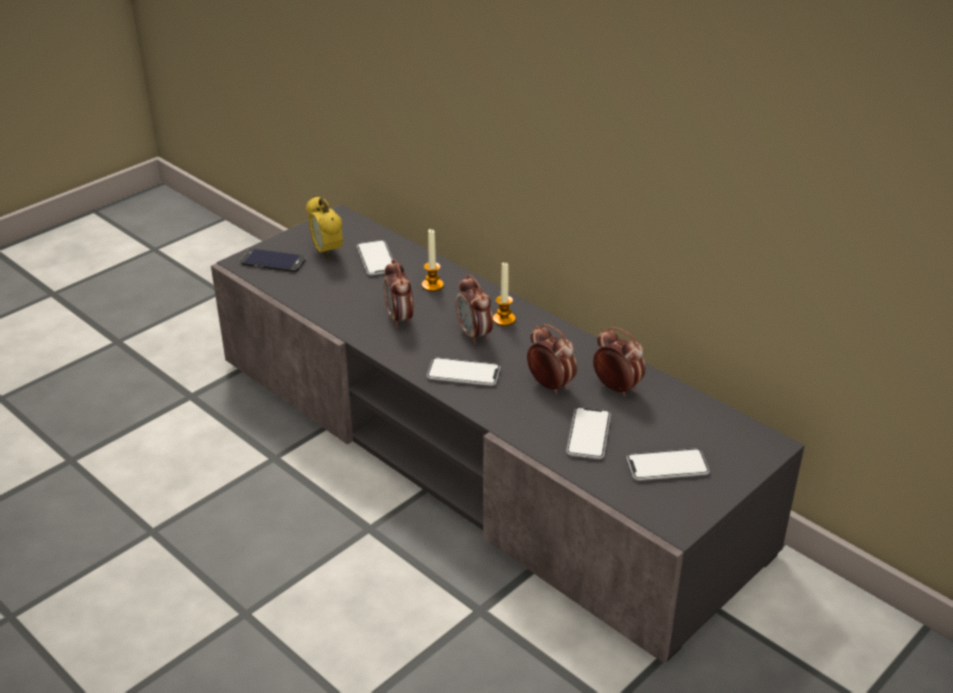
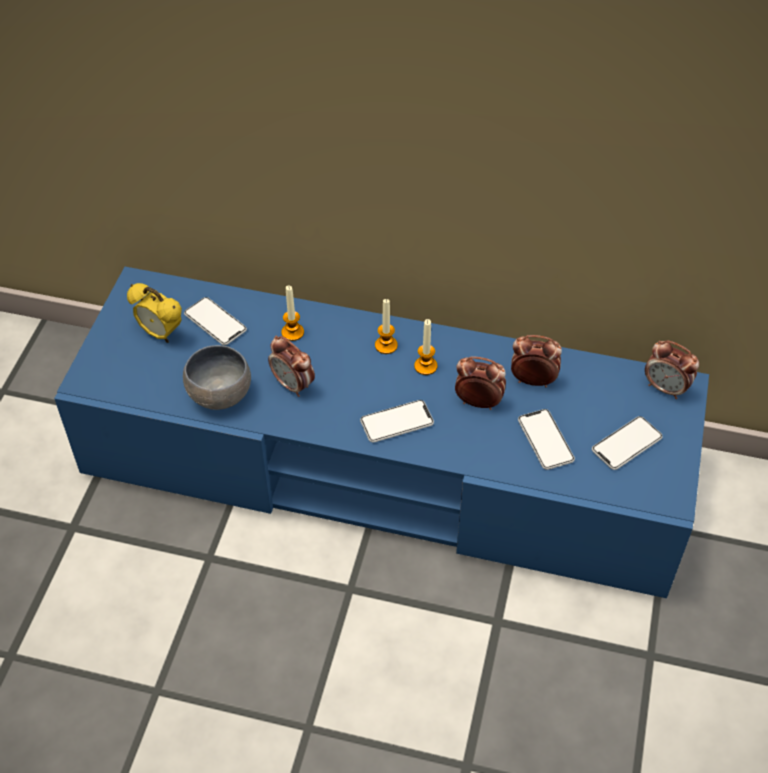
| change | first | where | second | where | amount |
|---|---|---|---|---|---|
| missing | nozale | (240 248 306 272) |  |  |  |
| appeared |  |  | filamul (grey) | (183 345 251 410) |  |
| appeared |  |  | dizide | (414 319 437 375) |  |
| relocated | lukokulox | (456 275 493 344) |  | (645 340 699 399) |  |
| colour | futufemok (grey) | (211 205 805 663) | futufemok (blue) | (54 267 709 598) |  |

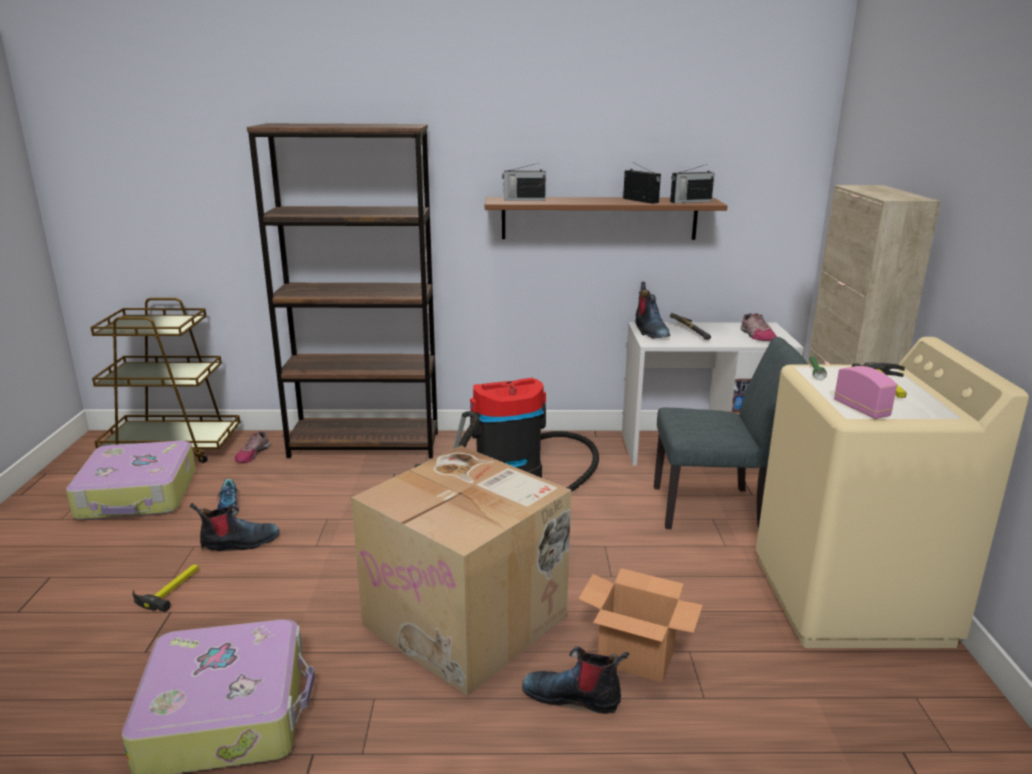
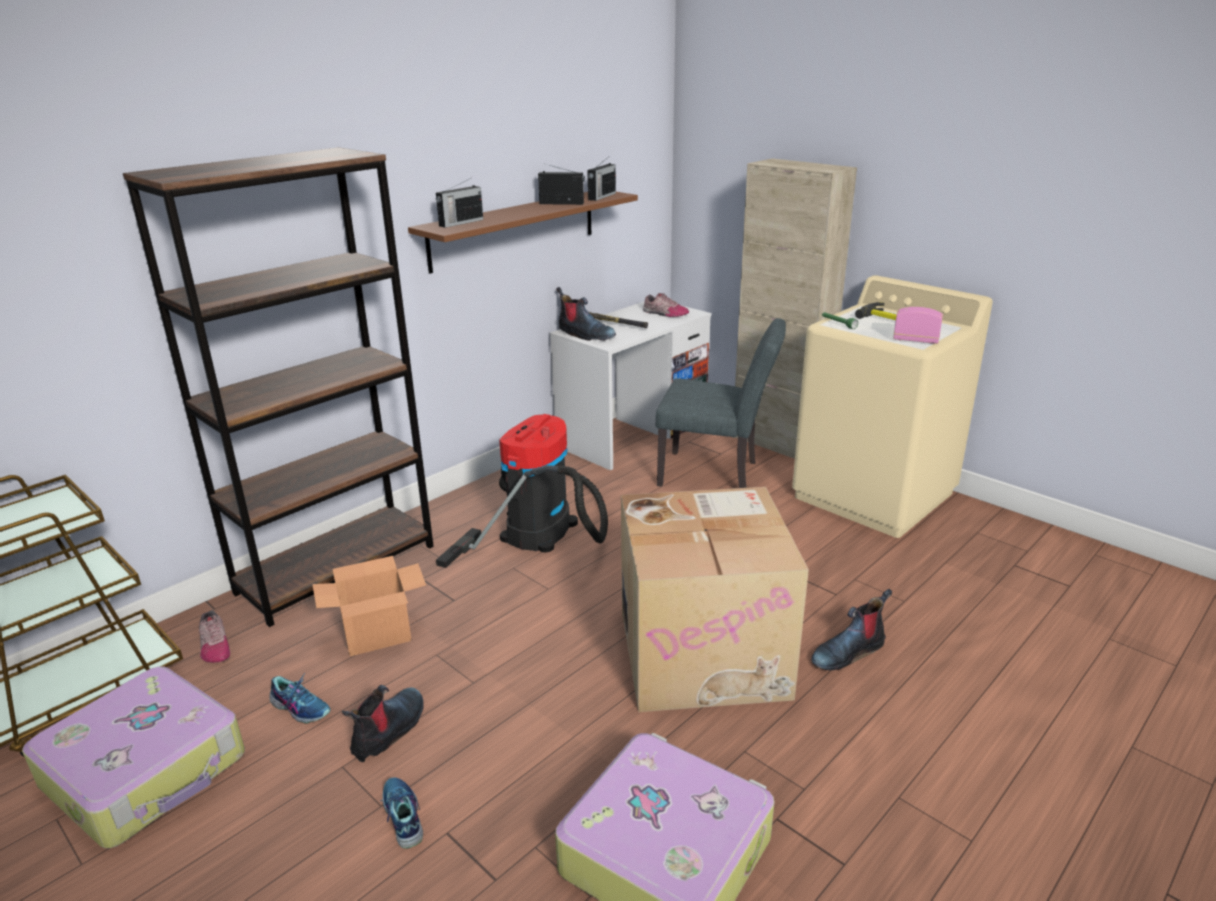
| change | first | where | second | where | amount |
|---|---|---|---|---|---|
| relocated | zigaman | (579 568 703 683) |  | (312 556 426 656) |  |
| exchanged | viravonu | (132 564 199 612) | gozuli | (381 777 423 849) |  |
| spun | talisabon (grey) | (654 337 808 530) |  | (656 318 786 488) | 60 degrees clockwise |

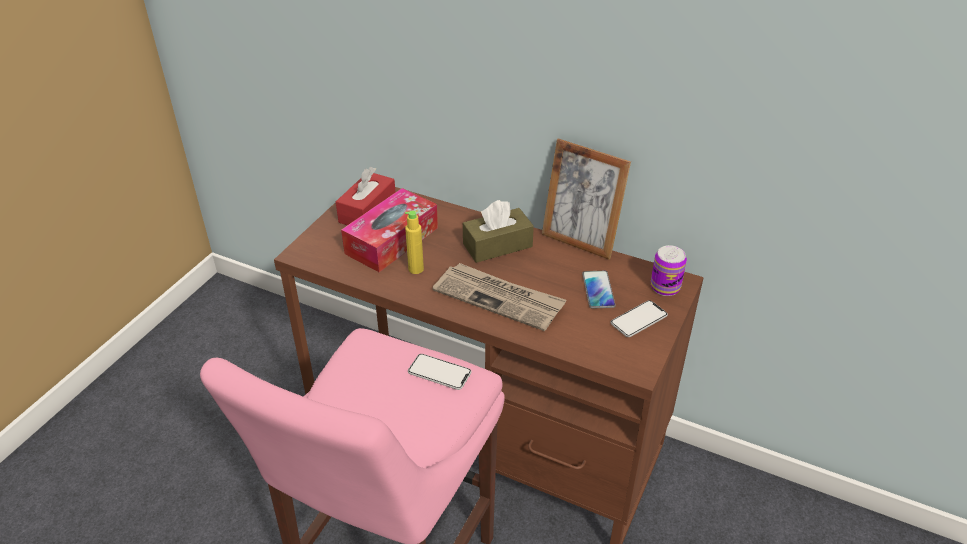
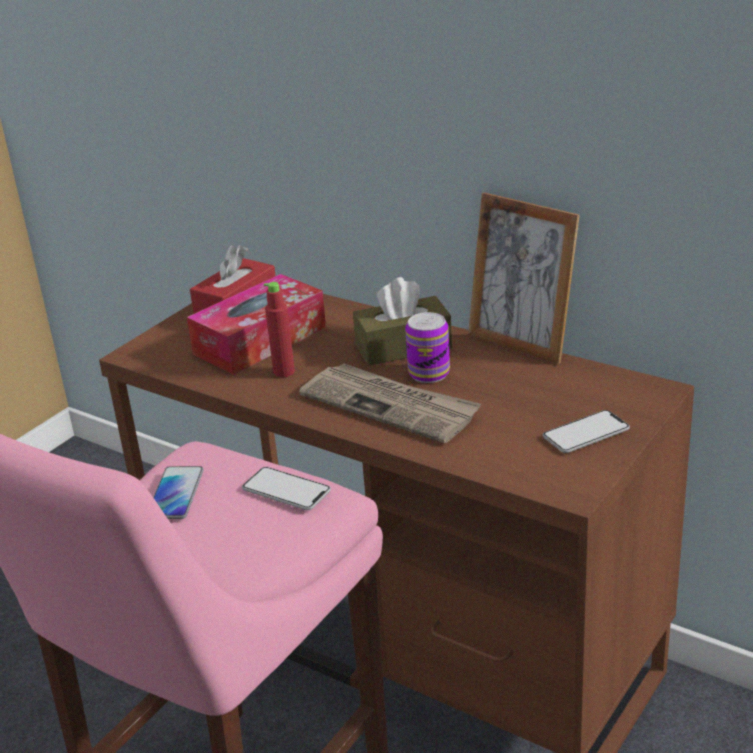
| change | first | where | second | where | amount |
|---|---|---|---|---|---|
| relocated | nozale | (582 271 616 309) |  | (153 466 204 519) |  |
| relocated | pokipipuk | (651 245 687 296) |  | (405 312 450 383) |  |
| colour | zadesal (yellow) | (405 210 424 274) | zadesal (red) | (264 282 295 377) |  |

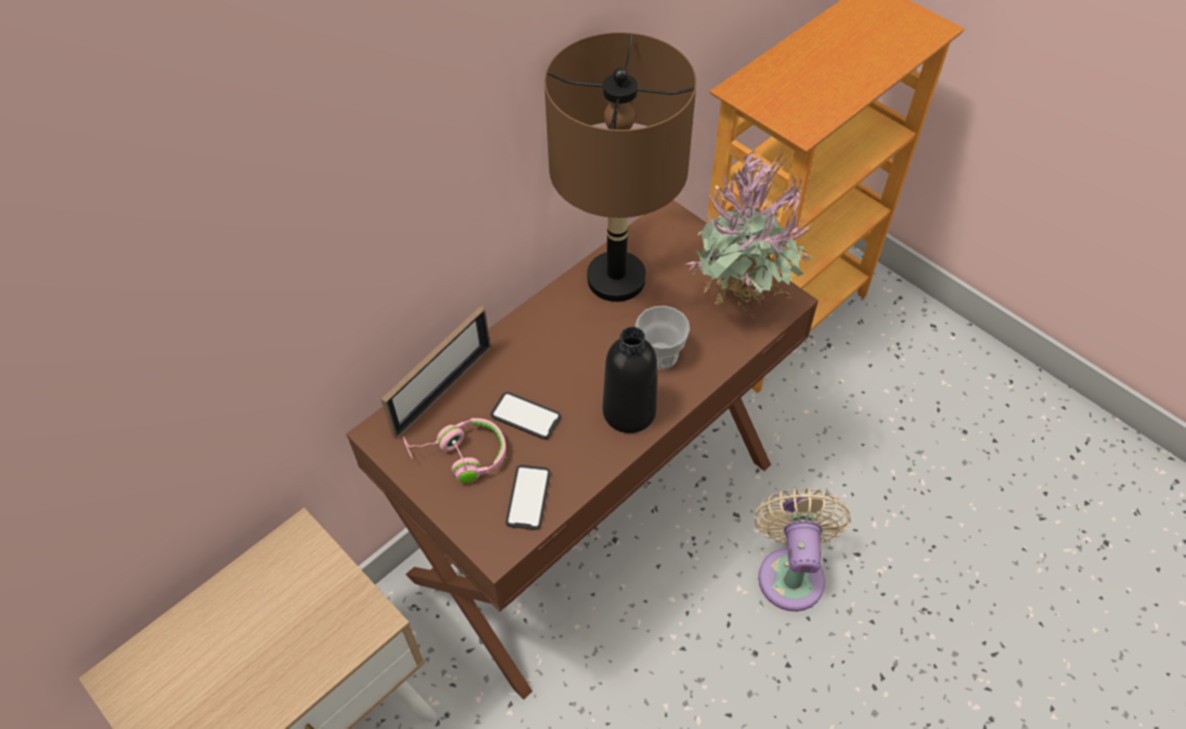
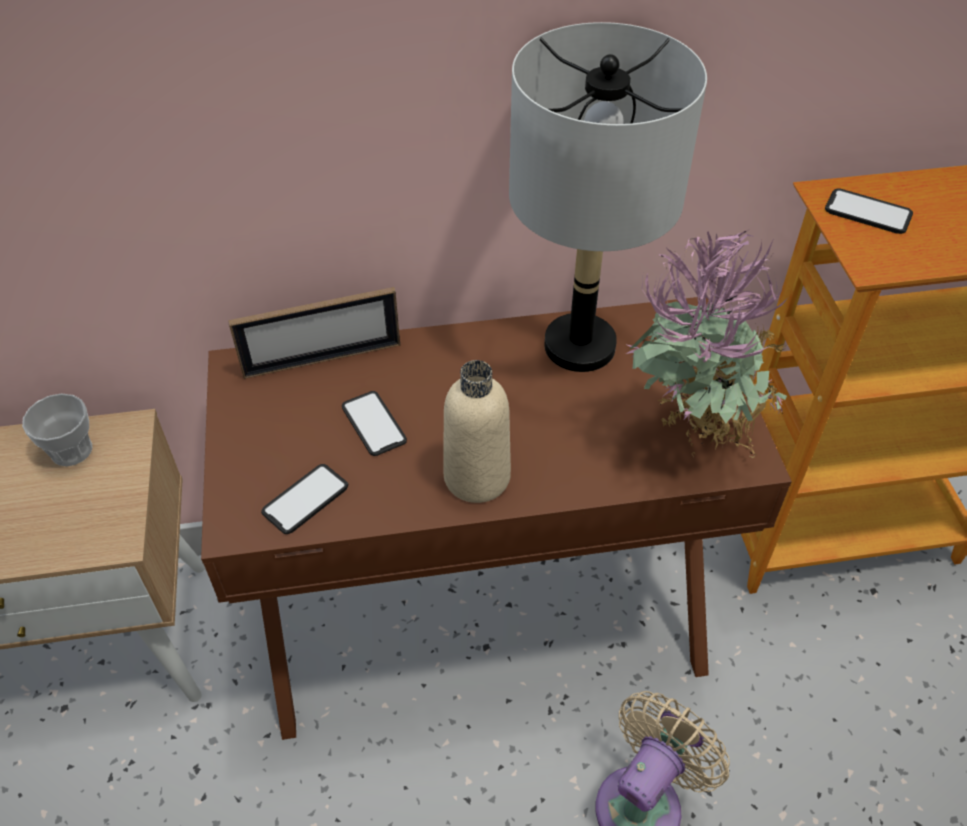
| change | first | where | second | where | amount |
|---|---|---|---|---|---|
| missing | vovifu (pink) | (403 418 506 483) |  |  |  |
| appeared |  |  | nozale | (825 188 913 234) |  |
| relocated | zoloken | (635 306 690 370) |  | (22 393 92 466) |  |
| colour | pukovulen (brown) | (544 32 697 302) | pukovulen (grey) | (509 22 707 372) |  |
| colour | zadesal (black) | (603 327 657 433) | zadesal (beige) | (443 360 511 503) |  |

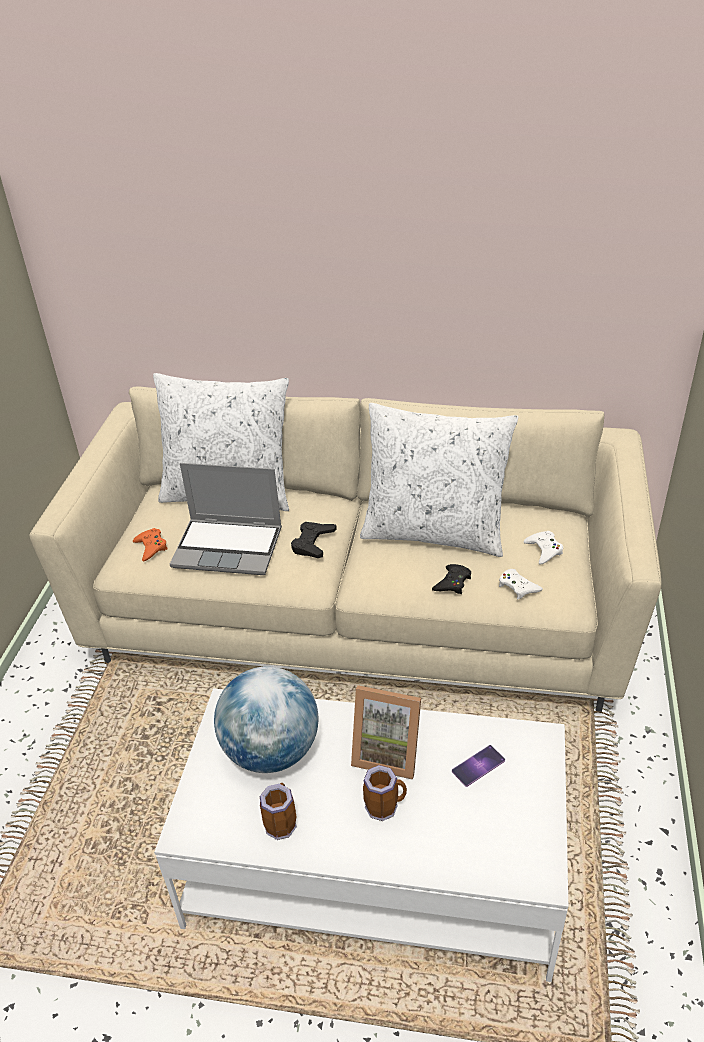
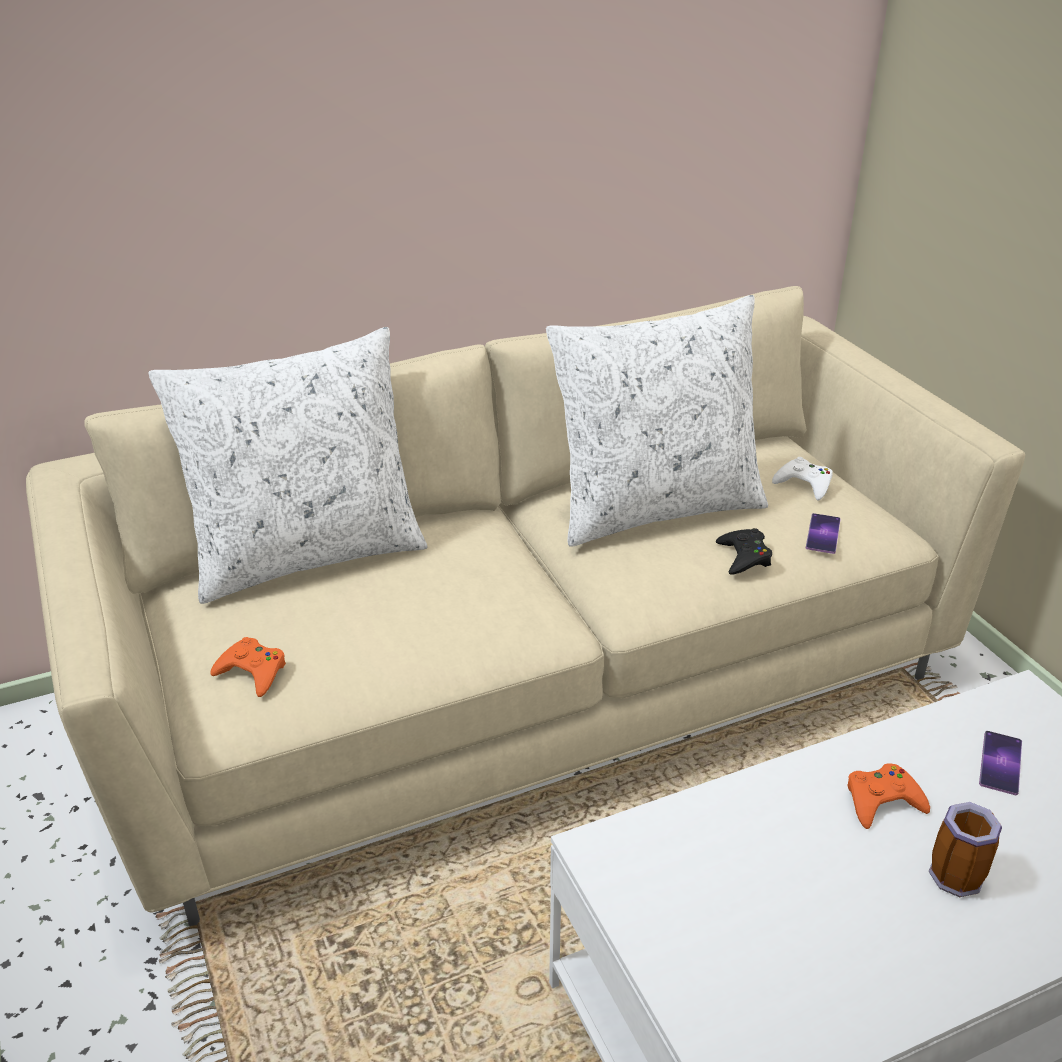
| change | first | where | second | where | amount |
|---|---|---|---|---|---|
| missing | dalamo | (170 463 282 575) |  |  |  |
| missing | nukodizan | (214 666 318 773) |  |  |  |
| missing | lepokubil | (260 783 297 840) |  |  |  |
| missing | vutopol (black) | (291 522 337 558) |  |  |  |
| exchanged | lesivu | (351 685 421 780) | vutopol (orange) | (847 763 930 829) |  |
| exchanged | vutopol (white) | (499 569 543 600) | nozale | (806 513 840 554) |  |

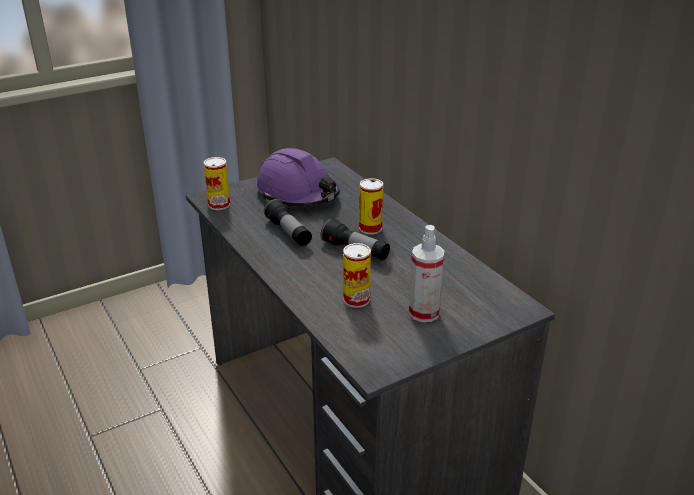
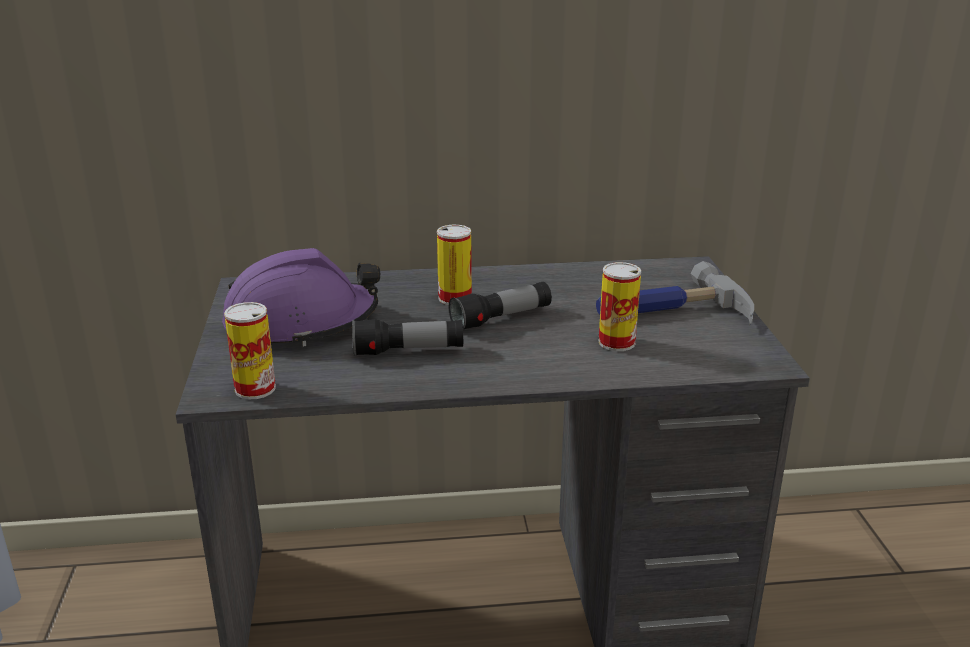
| change | first | where | second | where | amount |
|---|---|---|---|---|---|
| exchanged | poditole | (409 225 445 322) | viravonu | (596 261 754 326) |  |

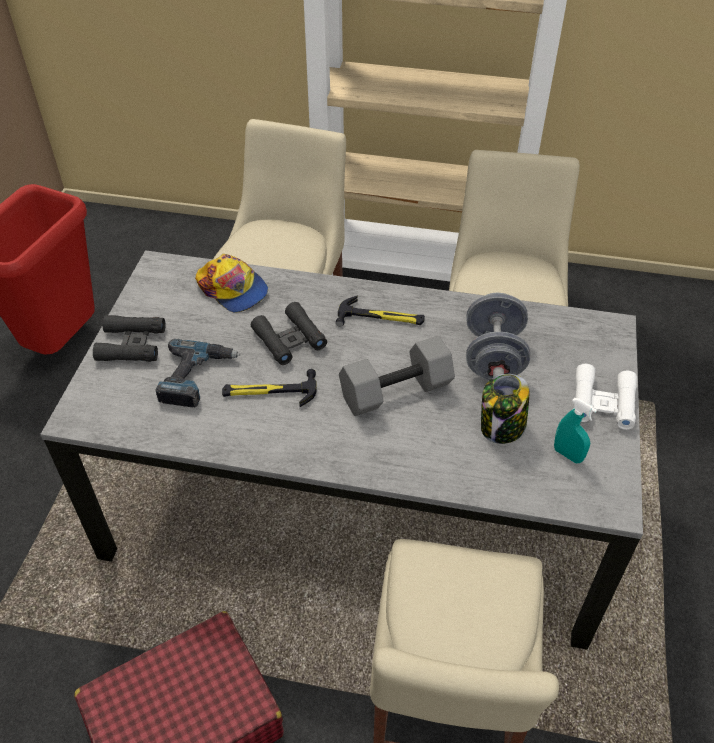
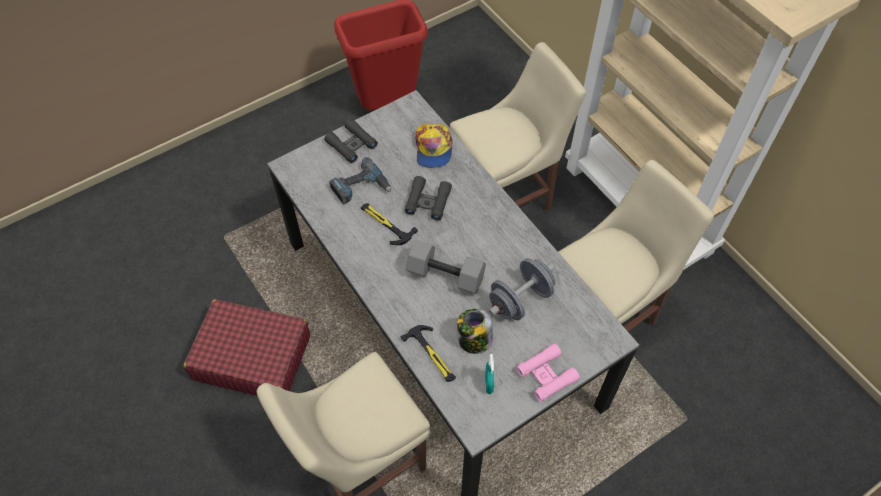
| change | first | where | second | where | amount |
|---|---|---|---|---|---|
| relocated | viravonu | (336 295 425 327) |  | (401 325 456 382) |  |
| colour | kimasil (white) | (574 364 637 430) | kimasil (pink) | (516 343 580 402) |  |

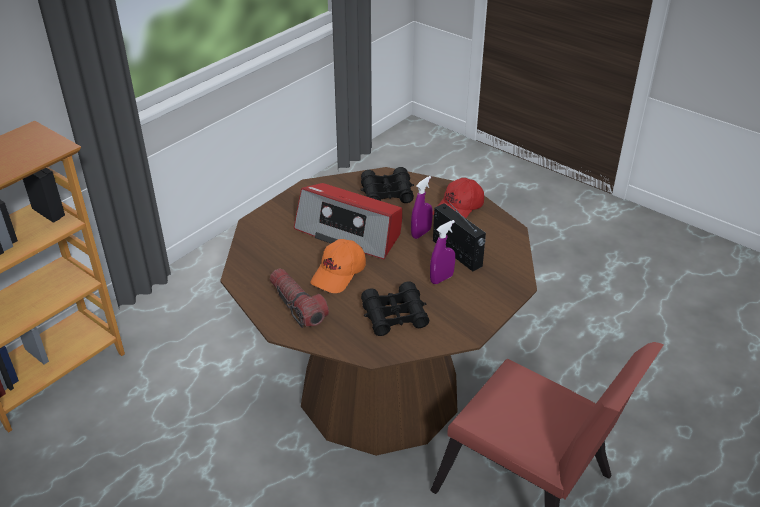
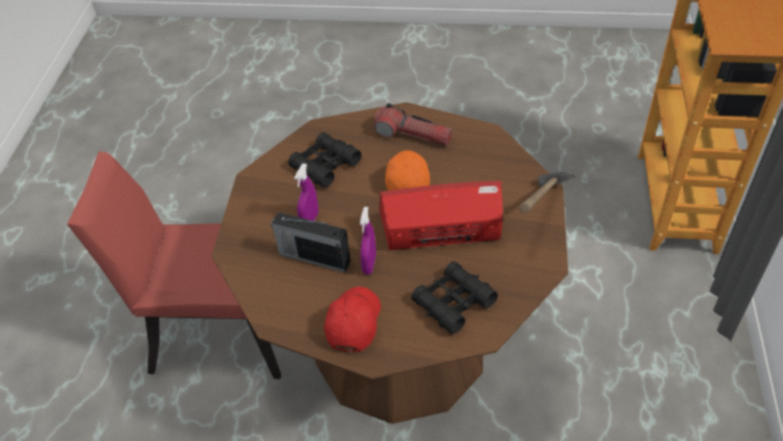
| change | first | where | second | where | amount |
|---|---|---|---|---|---|
| appeared |  |  | viravonu | (519 172 576 213) |  |

